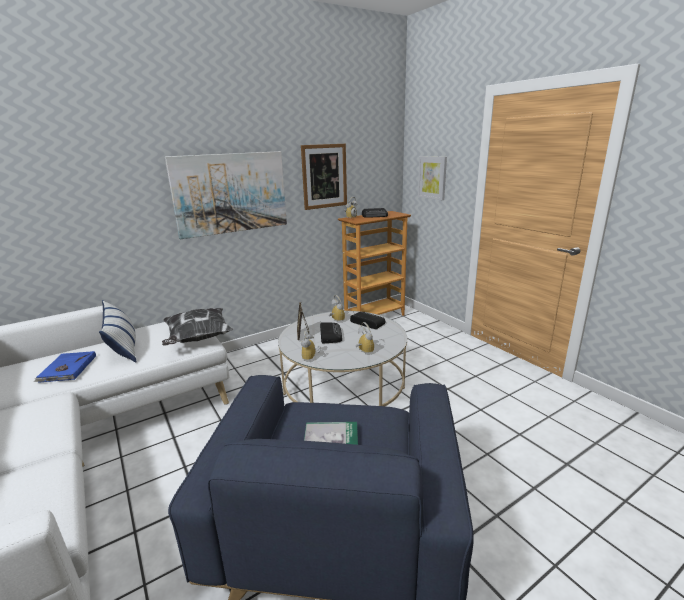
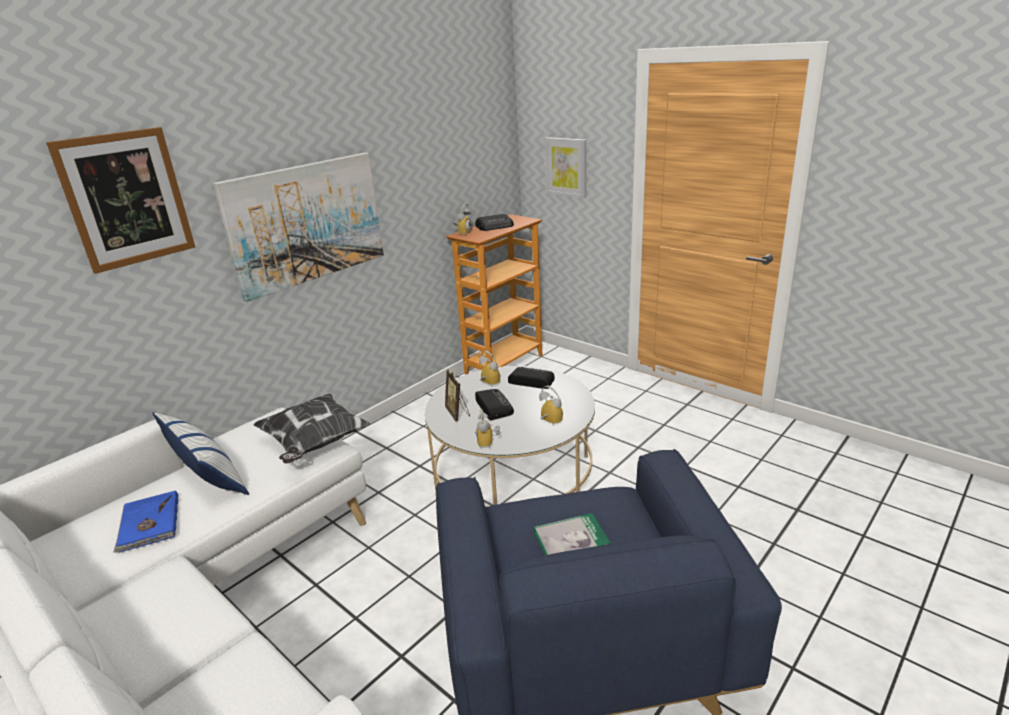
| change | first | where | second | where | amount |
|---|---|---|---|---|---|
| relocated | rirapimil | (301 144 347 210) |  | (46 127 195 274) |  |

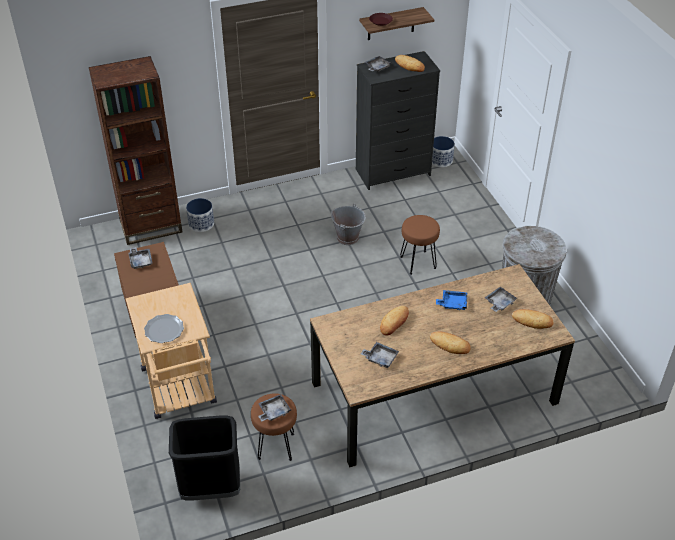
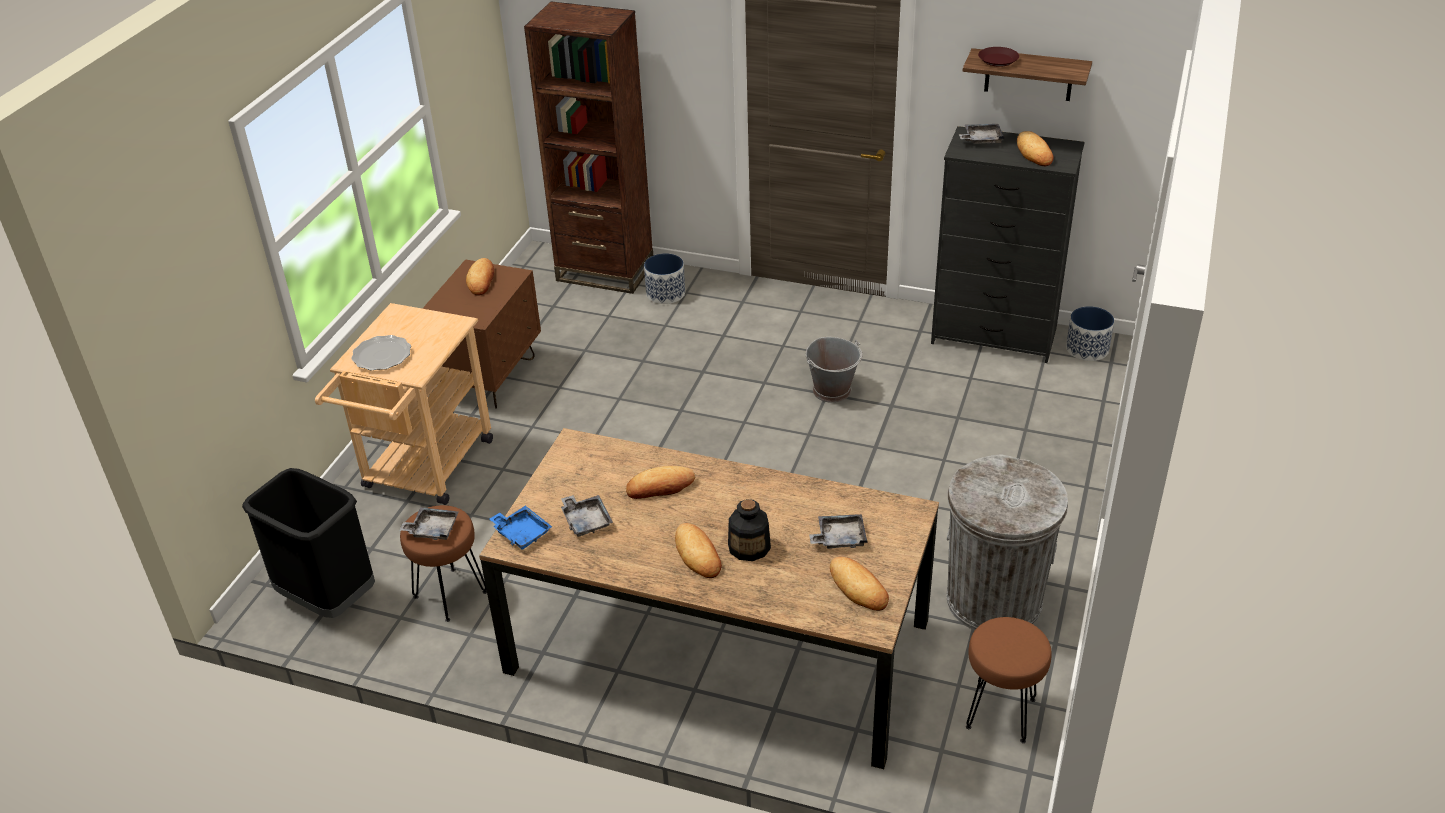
| change | first | where | second | where | amount |
|---|---|---|---|---|---|
| appeared |  |  | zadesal | (728 499 771 561) |  |
| relocated | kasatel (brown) | (400 215 440 275) |  | (966 617 1052 743) |  |
| relocated | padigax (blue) | (436 290 467 310) |  | (489 506 552 550) |  |
| exchanged | padigax (grey) | (129 247 153 269) | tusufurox | (466 258 494 296) |  |

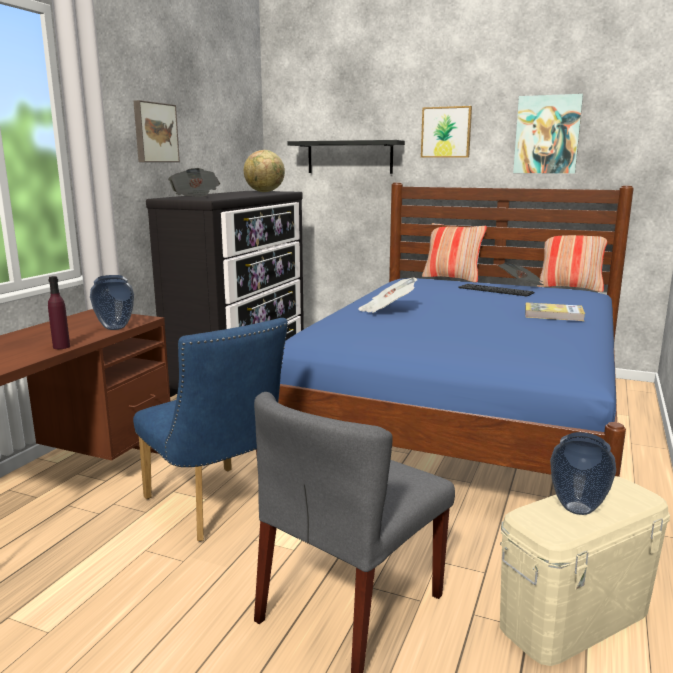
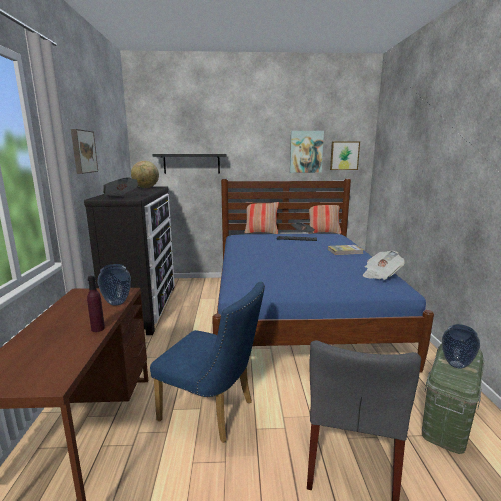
| change | first | where | second | where | amount |
|---|---|---|---|---|---|
| relocated | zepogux | (358 278 417 313) |  | (363 251 405 280) |  |
| relocated | rirapimil | (421 106 472 158) |  | (330 141 360 170) |  |
| colour | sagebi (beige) | (500 476 670 666) | sagebi (green) | (422 343 485 454) |  |

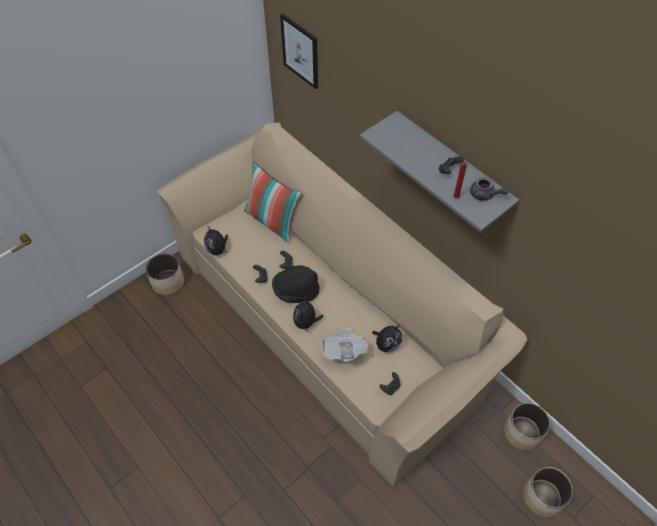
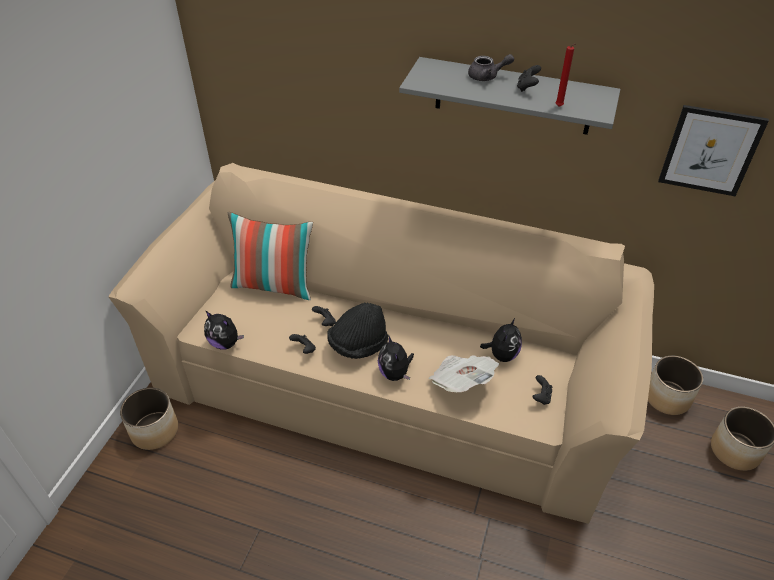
| change | first | where | second | where | amount |
|---|---|---|---|---|---|
| relocated | rirapimil | (280 14 318 89) |  | (658 105 769 196) |  |
| relocated | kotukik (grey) | (470 177 509 201) |  | (468 54 514 81) |  |

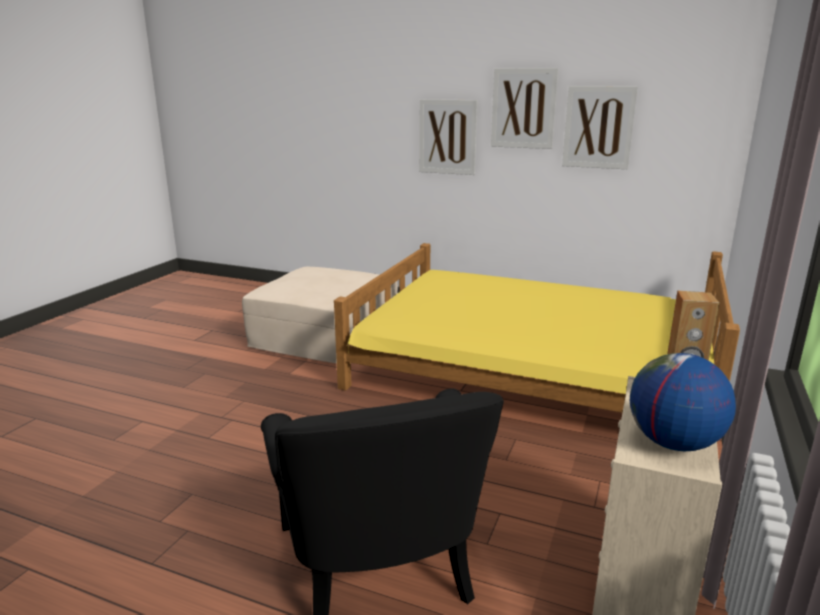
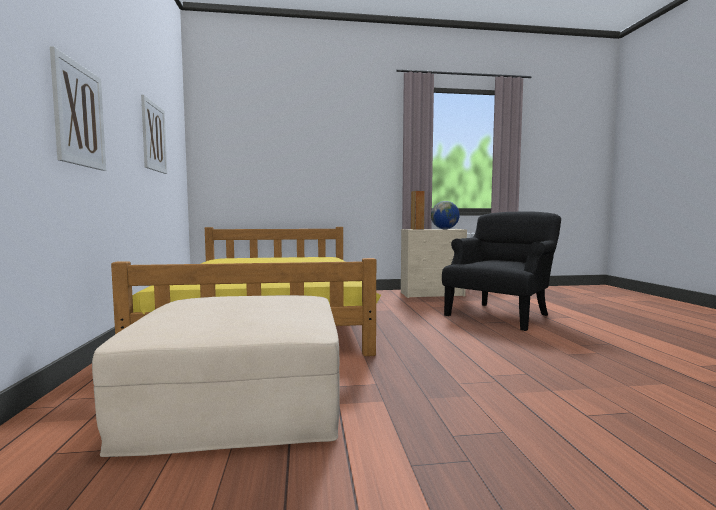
| change | first | where | second | where | amount |
|---|---|---|---|---|---|
| missing | rirapimil | (491 68 558 149) |  |  |  |

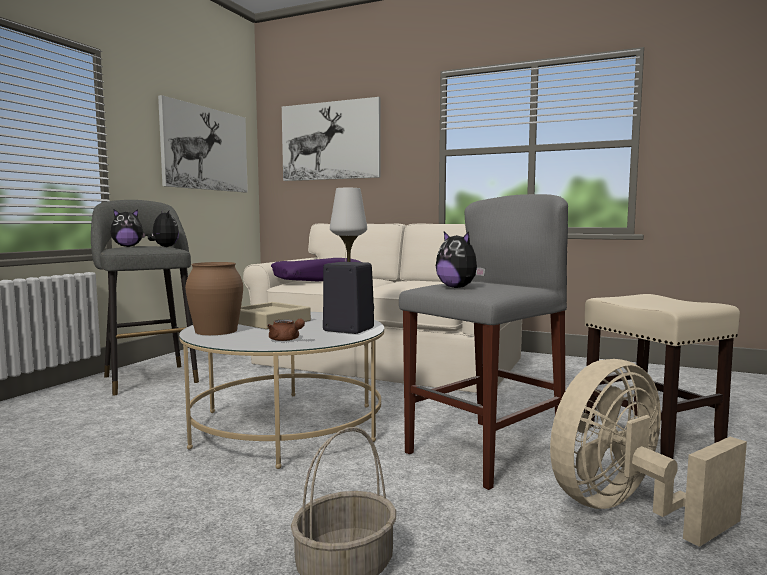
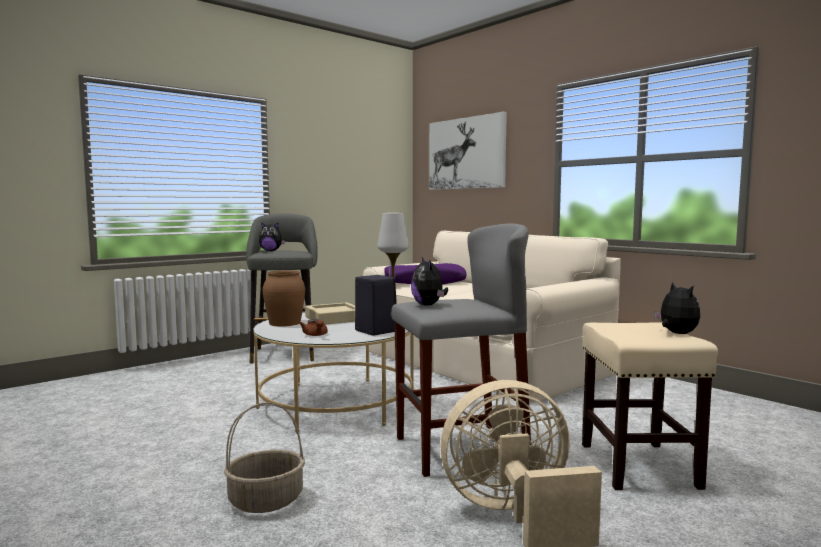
| change | first | where | second | where | amount |
|---|---|---|---|---|---|
| missing | rirapimil | (158 95 248 192) |  |  |  |
| relocated | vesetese | (148 211 179 247) |  | (654 282 700 334) |  |

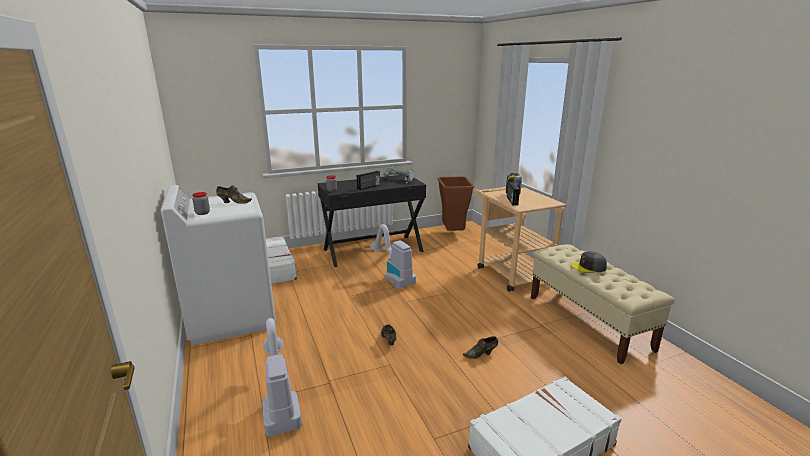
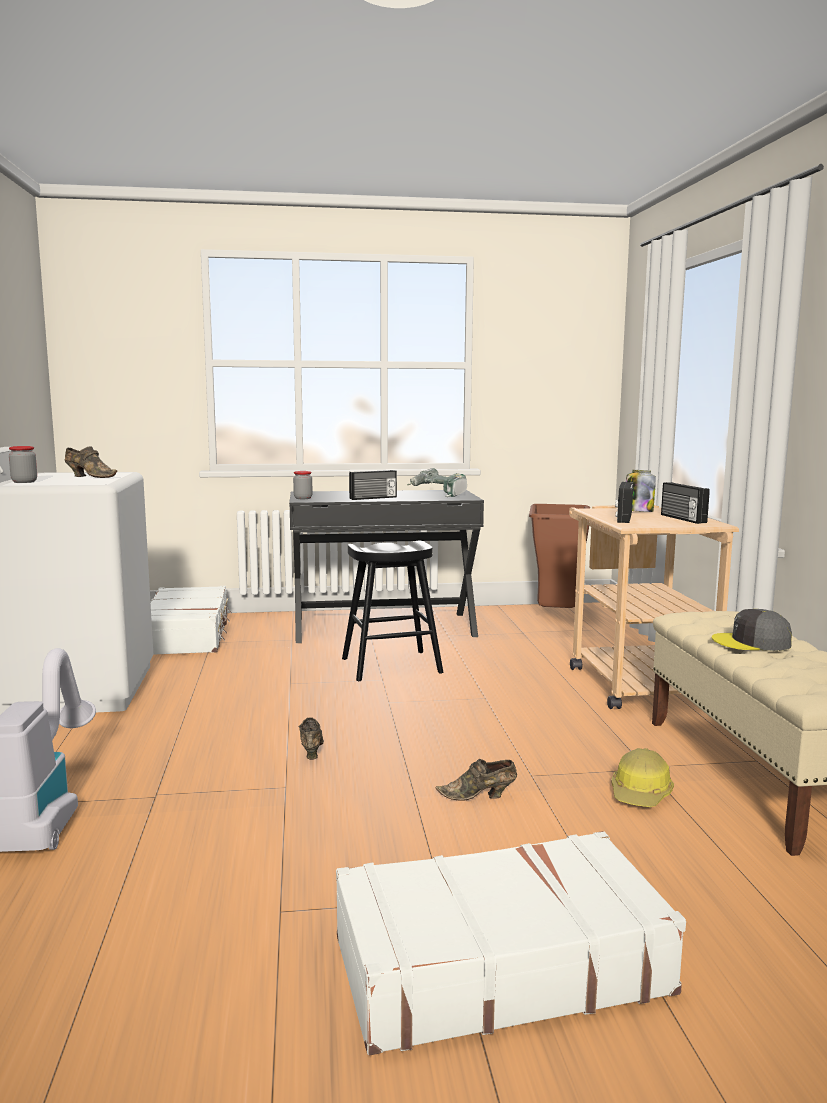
| change | first | where | second | where | amount |
|---|---|---|---|---|---|
| appeared |  |  | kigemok | (611 748 674 807) |  |
| appeared |  |  | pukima | (661 482 710 524) |  |
| exchanged | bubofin | (370 224 416 289) | kasatel (black) | (342 540 443 681) |  |

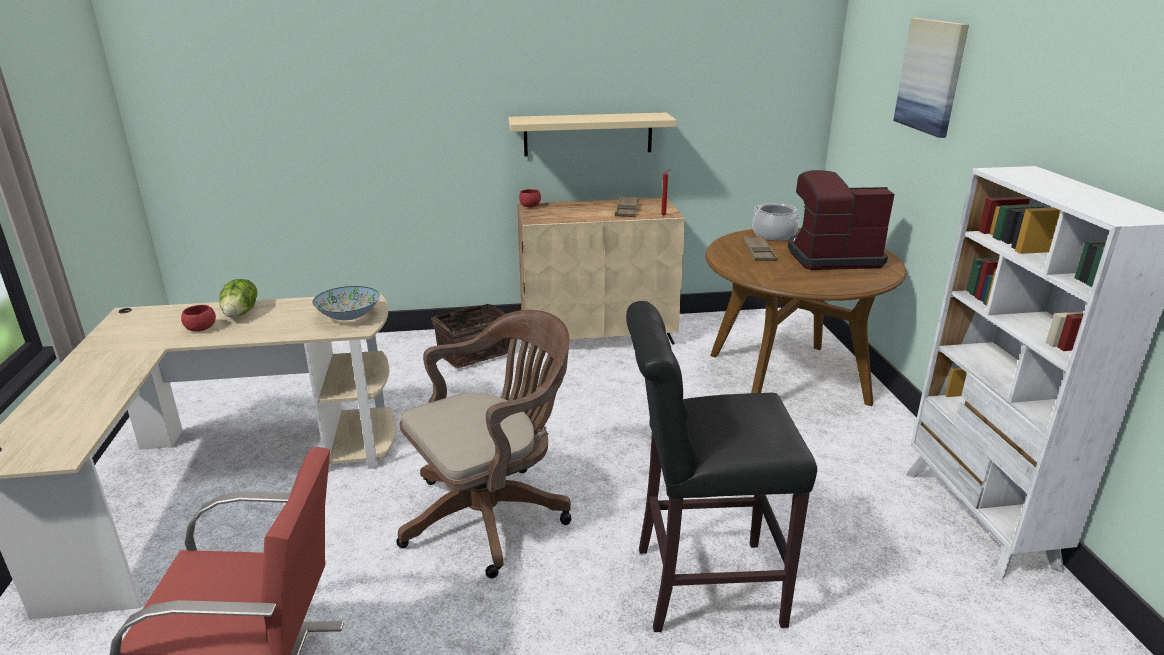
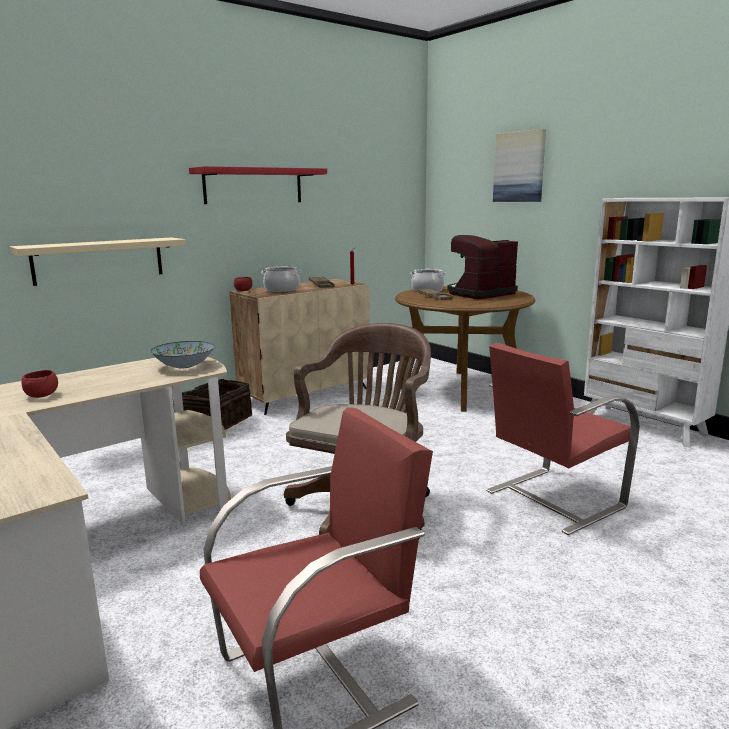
| change | first | where | second | where | amount |
|---|---|---|---|---|---|
| missing | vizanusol | (219 279 258 317) |  |  |  |
| appeared |  |  | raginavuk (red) | (189 166 327 204) |  |
| appeared |  |  | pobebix | (261 266 302 293) |  |
| relocated | raginavuk (beige) | (508 113 677 156) |  | (10 238 186 286) |  |
| exchanged | kasatel (black) | (626 301 817 632) | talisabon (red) | (486 343 640 535) |  |

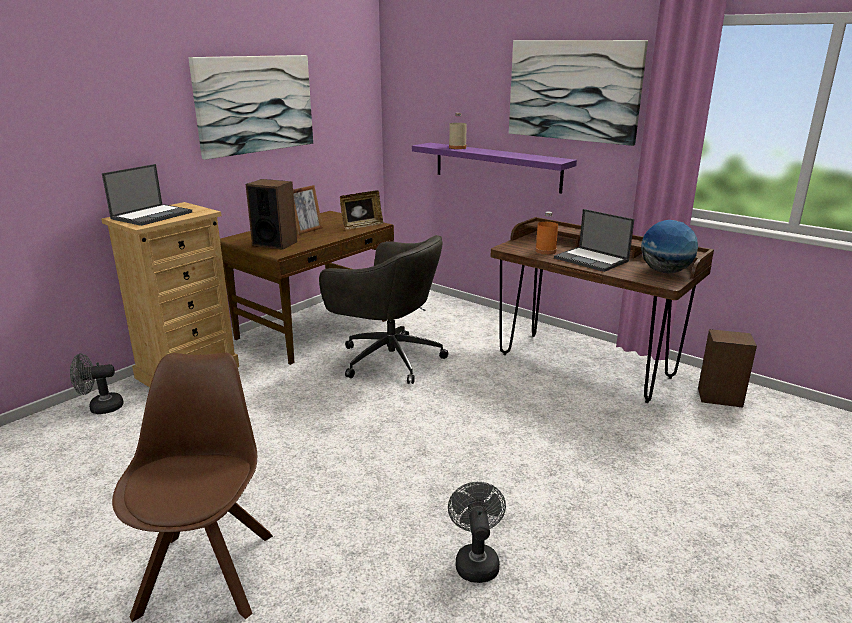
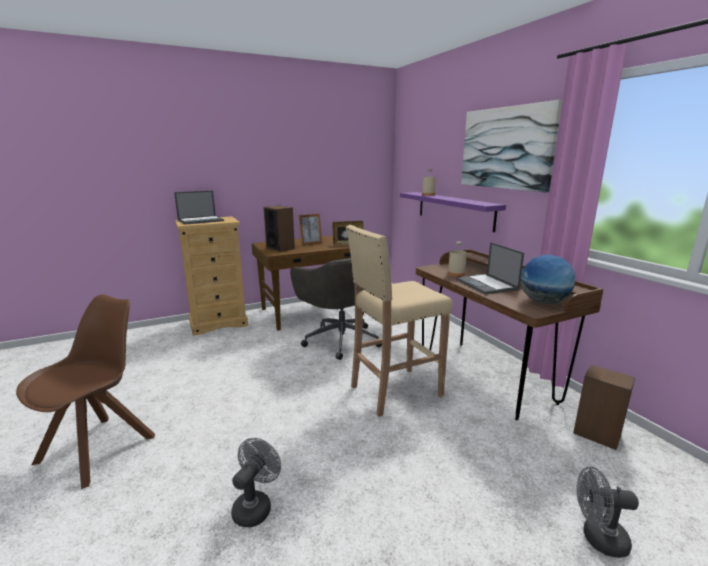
| change | first | where | second | where | amount |
|---|---|---|---|---|---|
| missing | rirapimil | (188 55 313 160) |  |  |  |
| appeared |  |  | kasatel (beige) | (346 225 453 417) |  |
| relocated | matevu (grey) | (70 353 123 414) |  | (576 466 639 558) |  |
| colour | zadesal (orange) | (535 212 558 255) | zadesal (beige) | (448 242 467 277) |  |

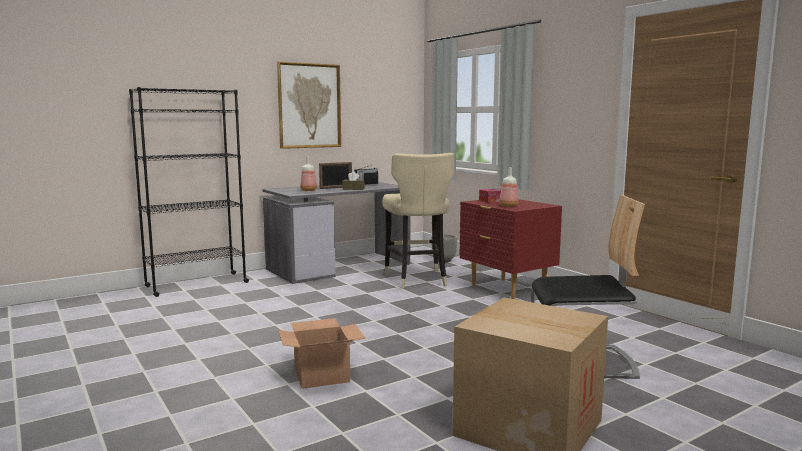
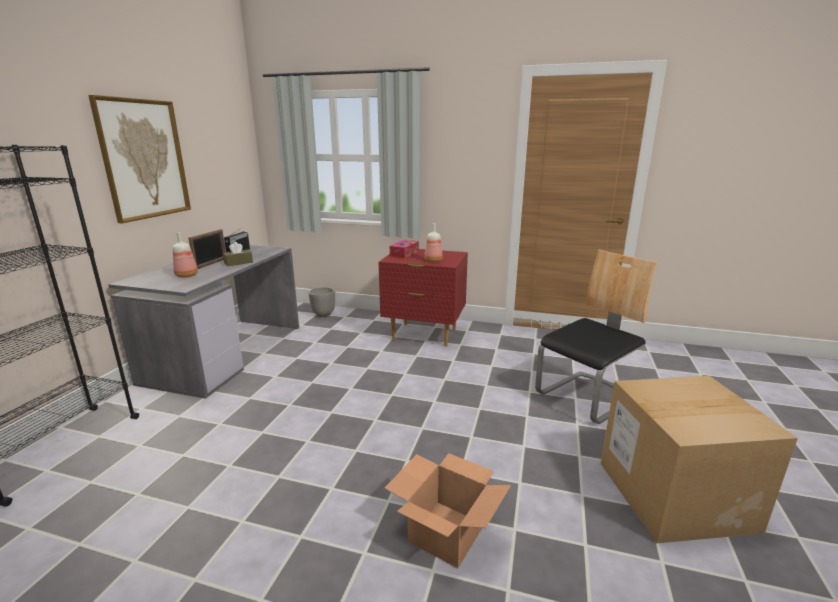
| change | first | where | second | where | amount |
|---|---|---|---|---|---|
| missing | kasatel (beige) | (382 153 454 289) |  |  |  |

